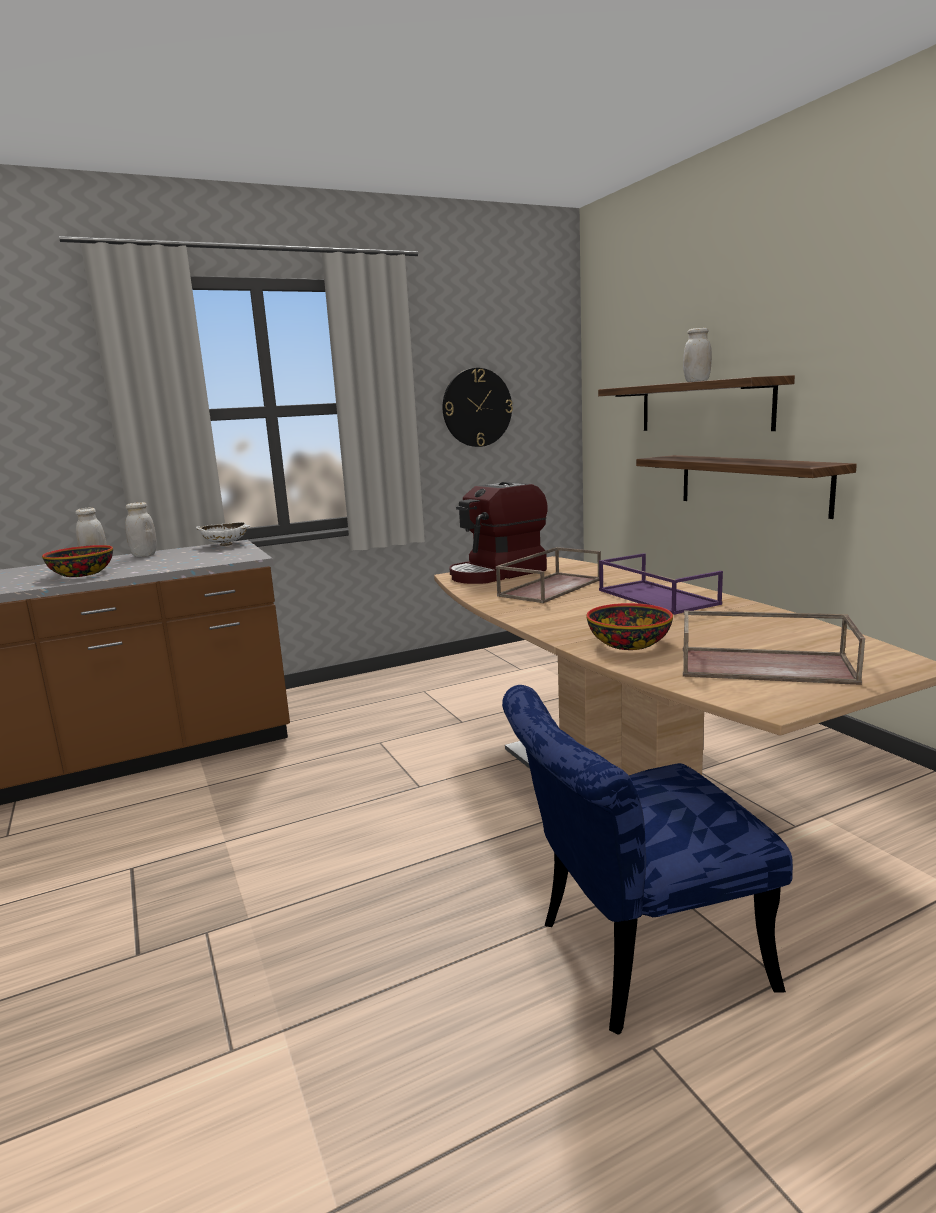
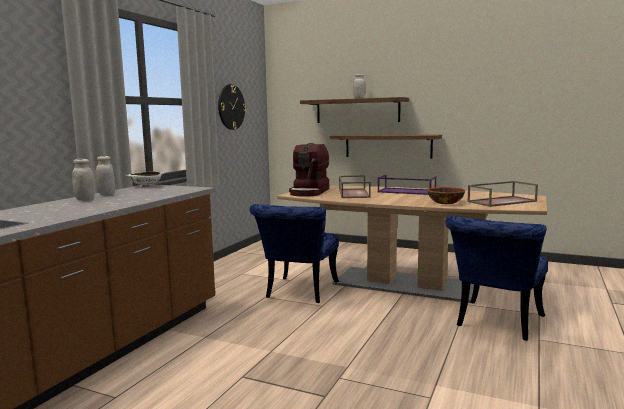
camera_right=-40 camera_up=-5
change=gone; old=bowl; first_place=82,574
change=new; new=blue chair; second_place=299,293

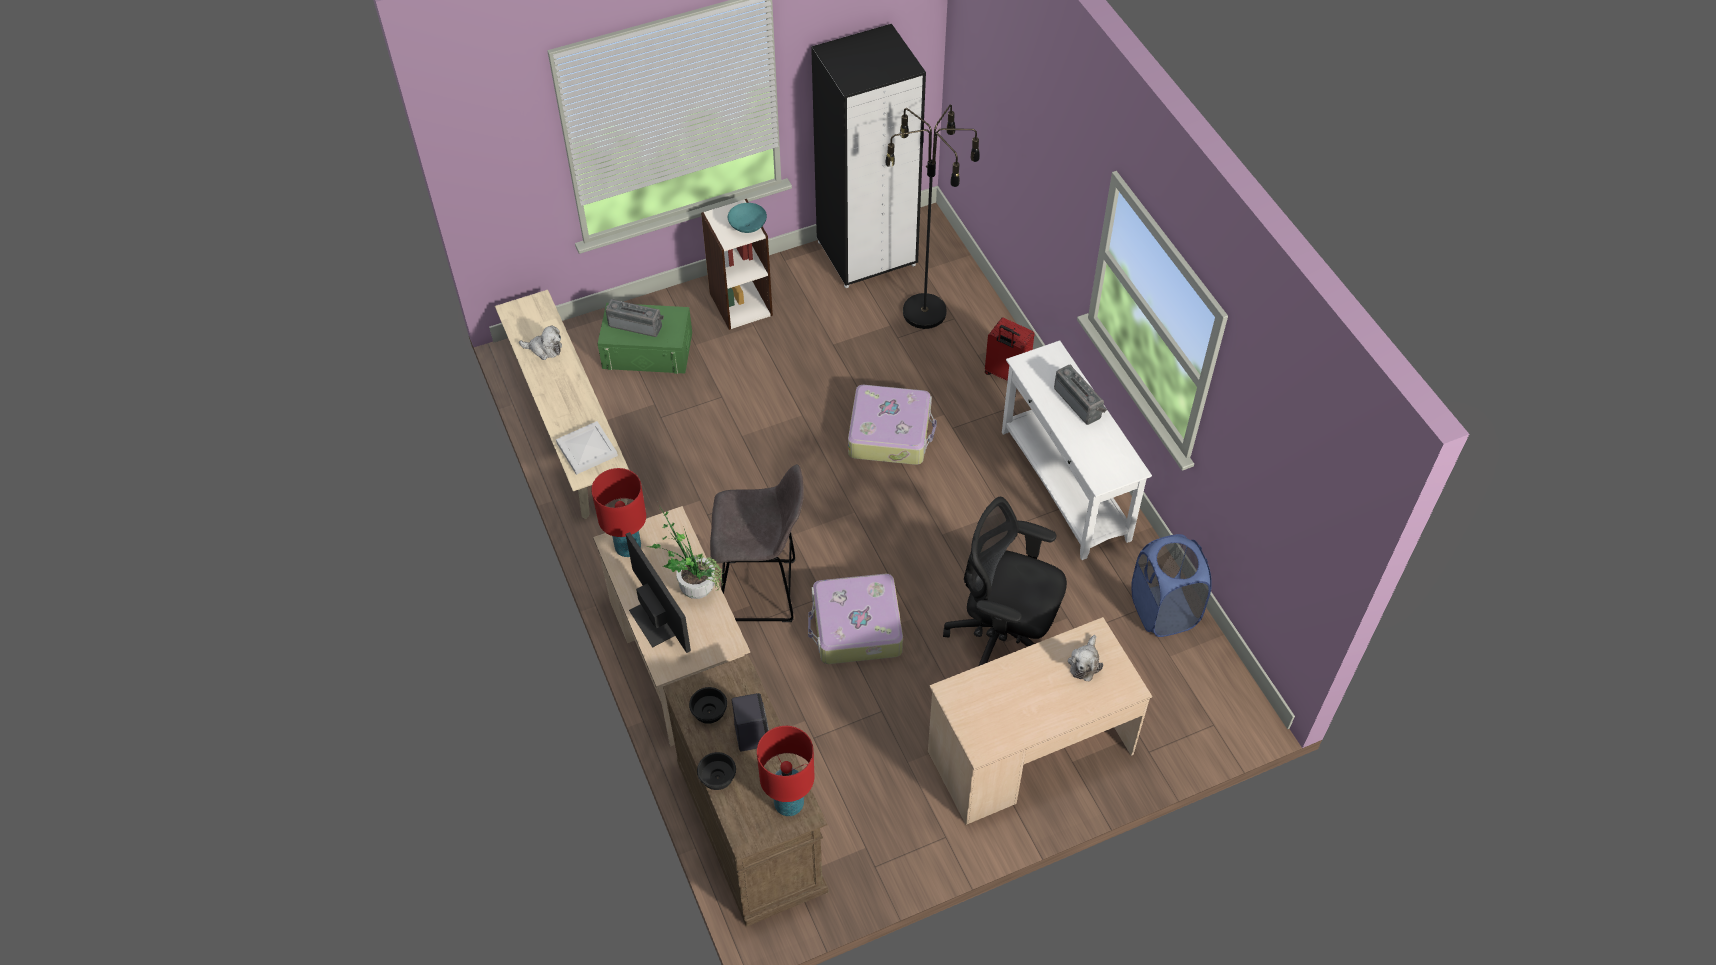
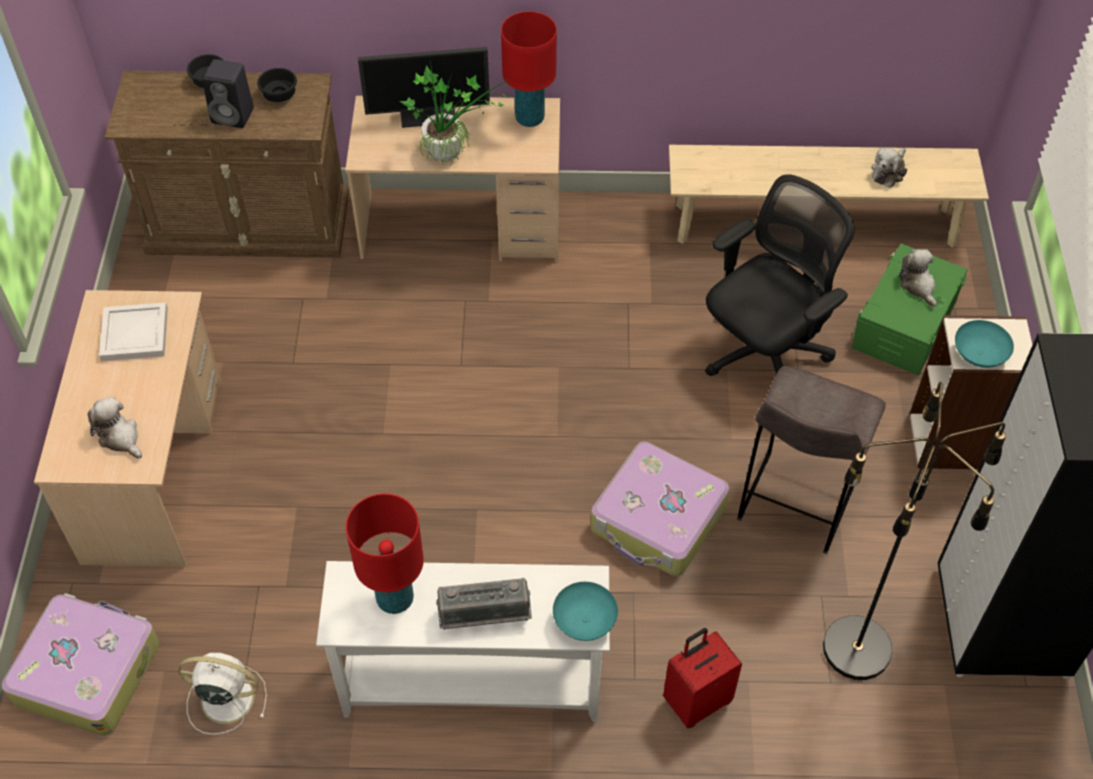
camera_right=115 camera_up=0
change=shifted; old=white tray; first_place=586,449; second_place=136,333
change=swapped; old=radio; new=plush toy; first_place=636,324; second_place=918,285
change=shifted; old=grey stool; first_place=762,591; second_place=794,506
change=shifted; old=red table lamp; first_place=789,803; second_place=395,599
change=shifted; old=suitcase; first_place=856,627; second_place=87,671
change=shifted; old=black office chair; first_place=1006,634; second_place=762,358
change=swapped; old=blue laundry basket; new=white fan; first_place=1163,611; second_place=225,698
change=new; new=turquoise bowl; second_place=584,620

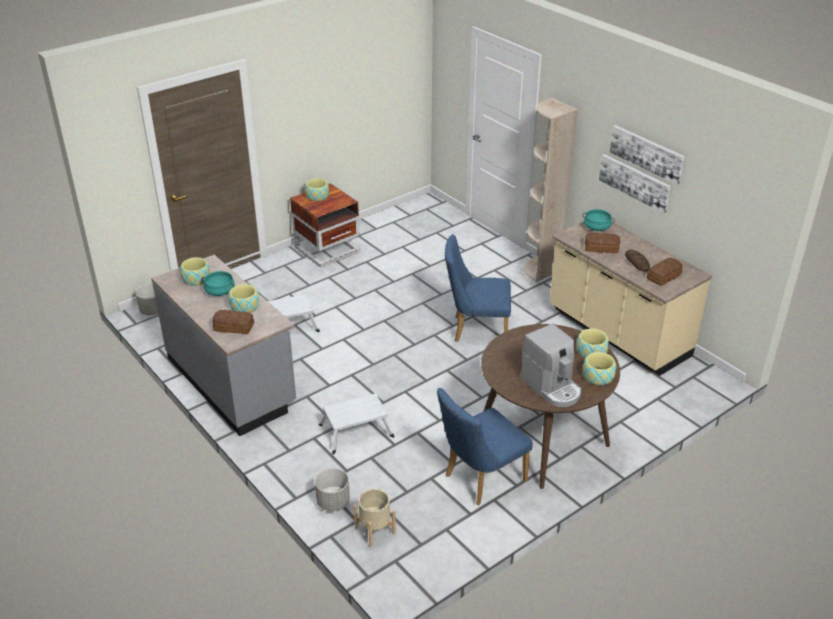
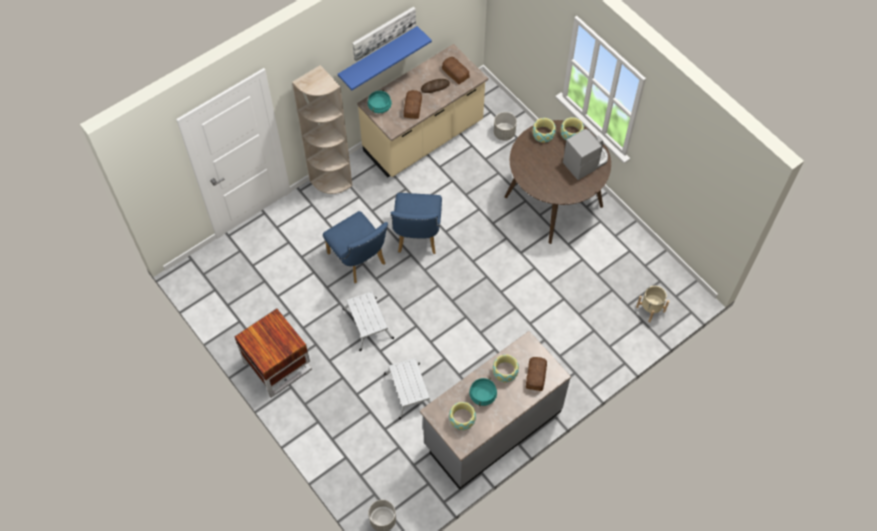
camera_right=-90 camera_up=25
change=gone; old=bowl; first_place=317,196
change=shifted; old=grey planter; first_place=333,502; second_place=504,133
change=shifted; old=white step ladder; first_place=355,431; second_place=368,324
change=shifted; old=blue chair; first_place=480,479; second_place=359,261
change=swapped; old=picture; new=blue shelf; first_place=634,182; second_place=378,57

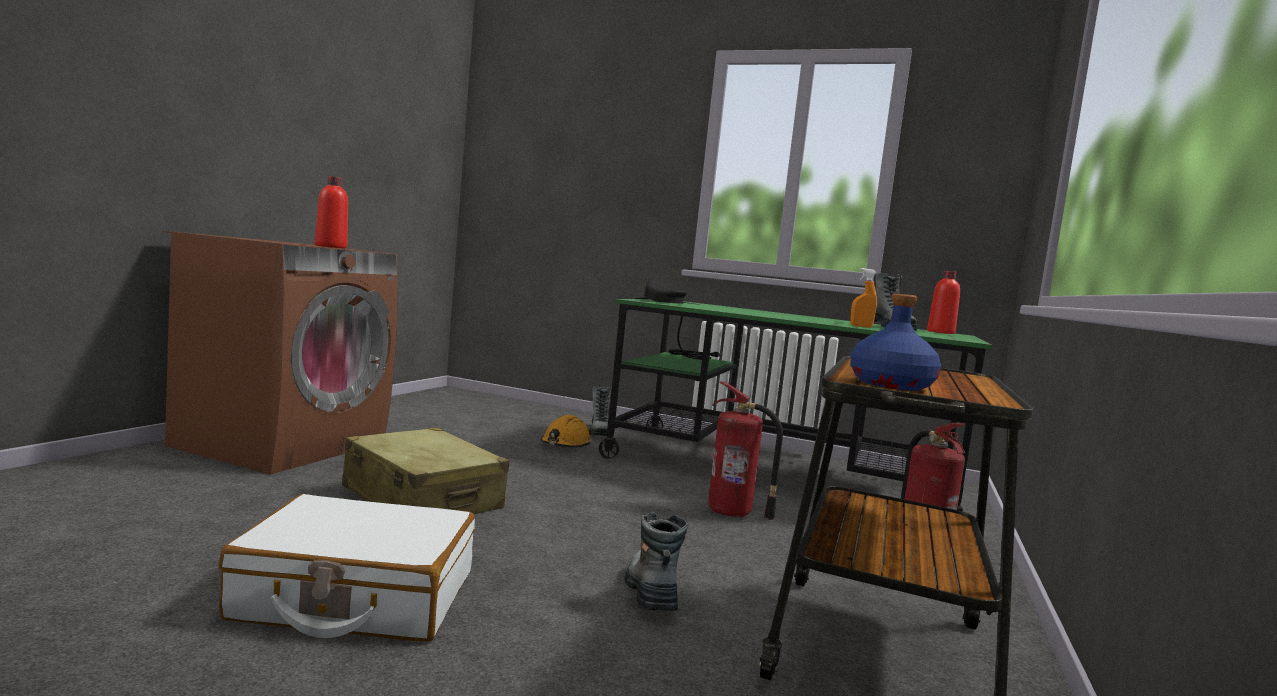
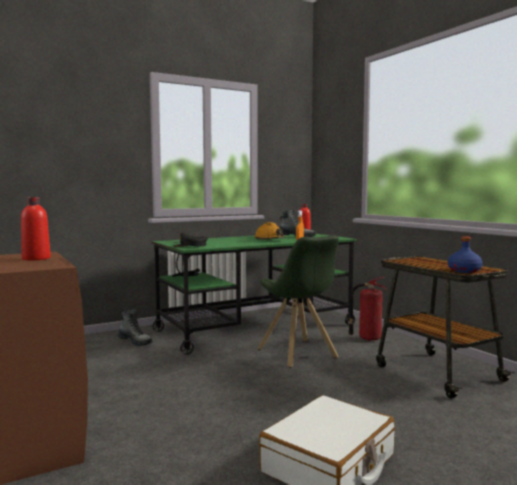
camera_right=-50 camera_up=0
change=gone; old=beige suitcase; first_place=423,499
change=shifted; old=orange hard hat; first_place=565,445; second_place=270,240
change=gone; old=boot; first_place=650,592
change=swapped; old=fire extinguisher; new=green chair; first_place=732,513; second_place=298,353

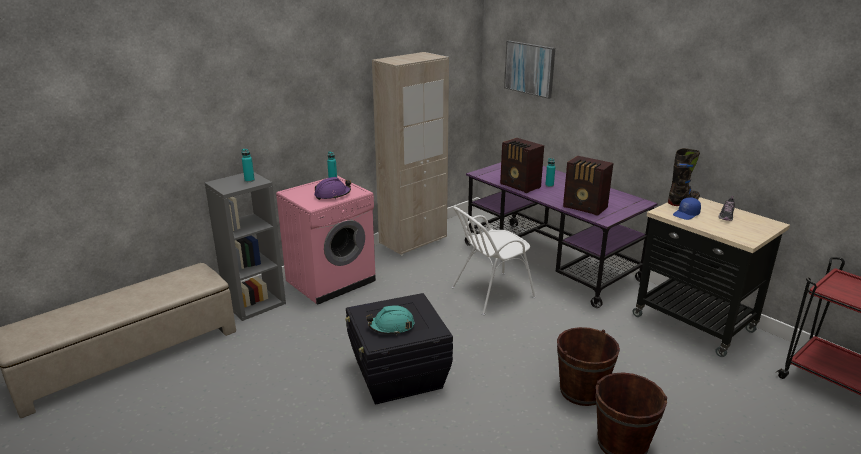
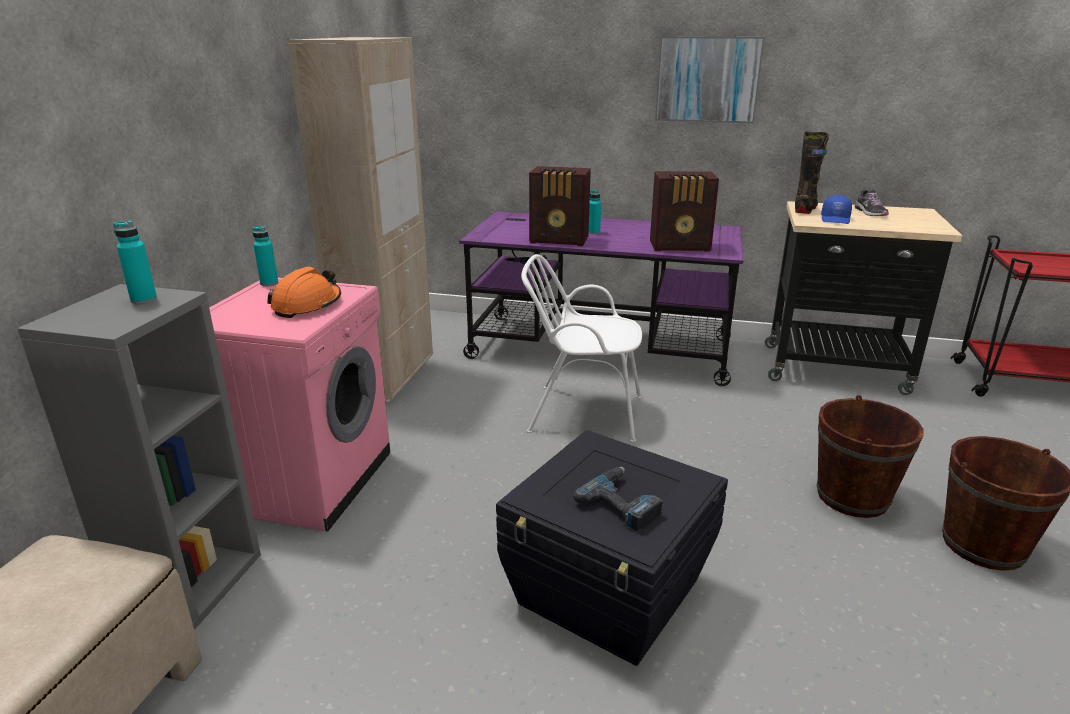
camera_right=-35 camera_up=0
change=repainted; old=purple hard hat; new=orange hard hat; first_place=332,195; second_place=307,305
change=swapped; old=turquoise hard hat; new=power drill; first_place=391,326; second_place=623,503
change=rotated; old=white chair; first_place=490,293; second_place=580,412; degrees=75
change=shifted; old=picture; first_place=529,68; second_place=707,79

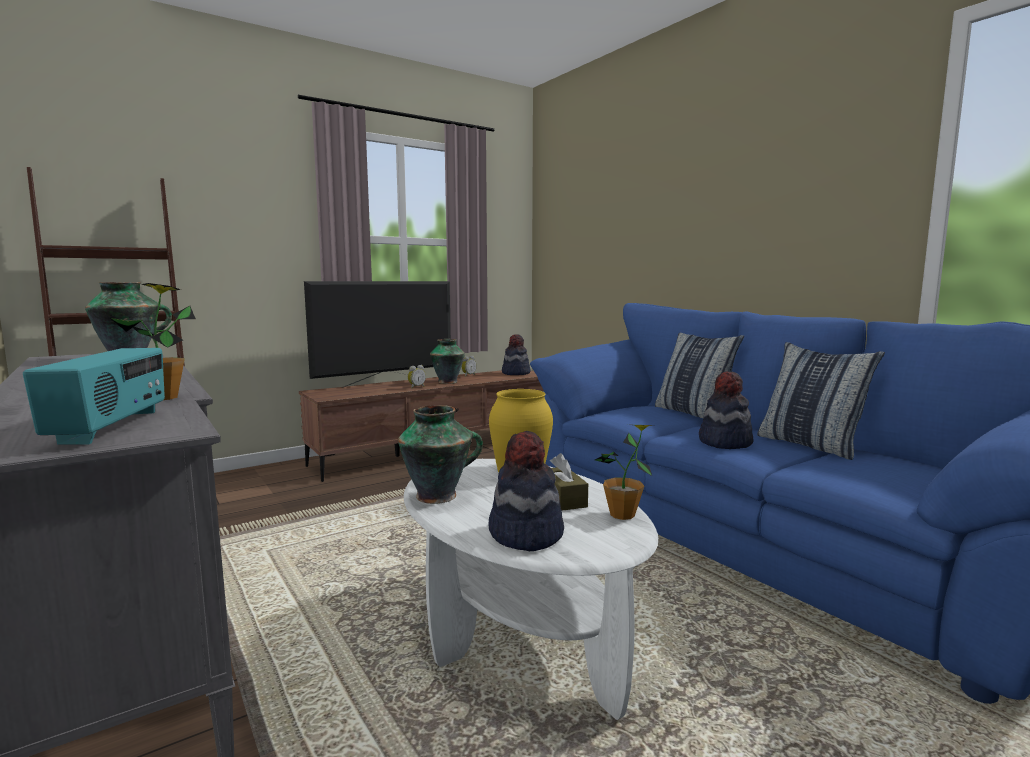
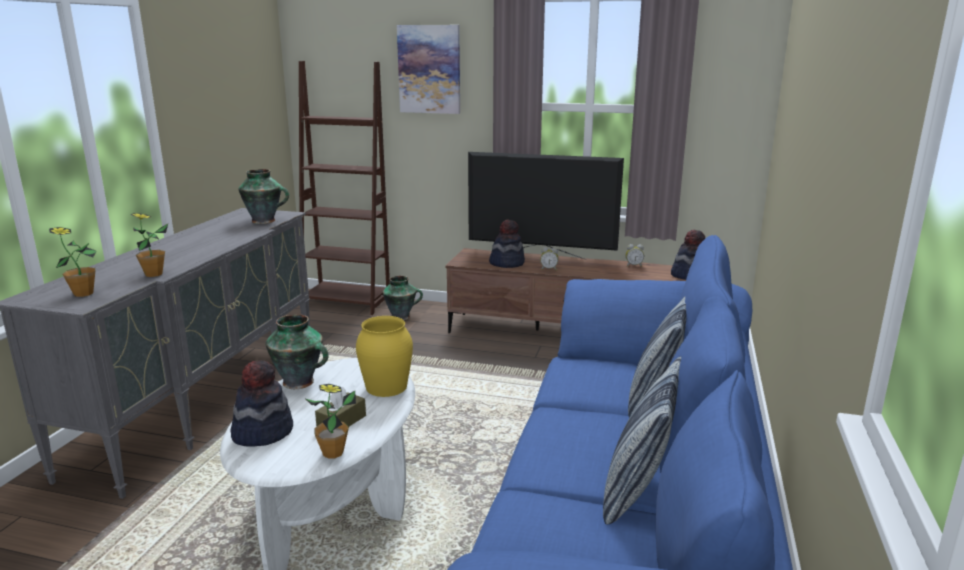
camera_right=50 camera_up=10
change=swapped; old=radio; new=potted plant; first_place=112,427; second_place=83,294
change=shifted; old=vase; first_place=448,382; second_place=401,317
change=shifted; old=hat; first_place=724,442; second_place=507,263
change=new; new=picture; second_place=429,69

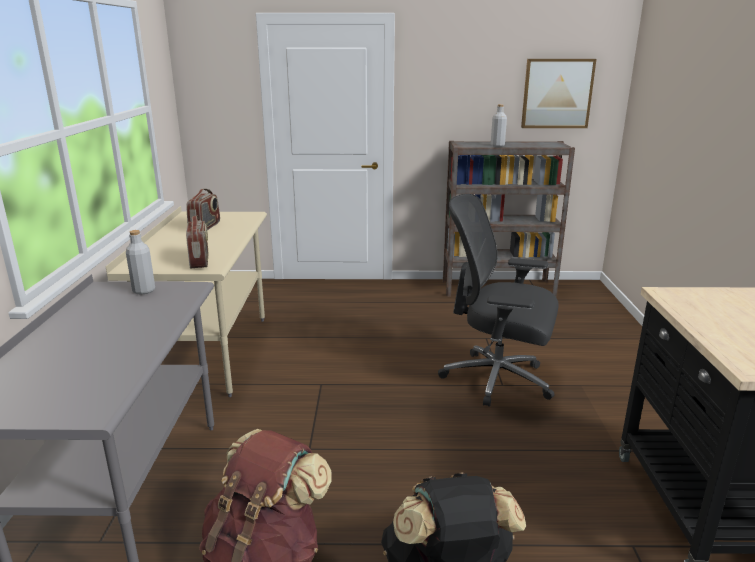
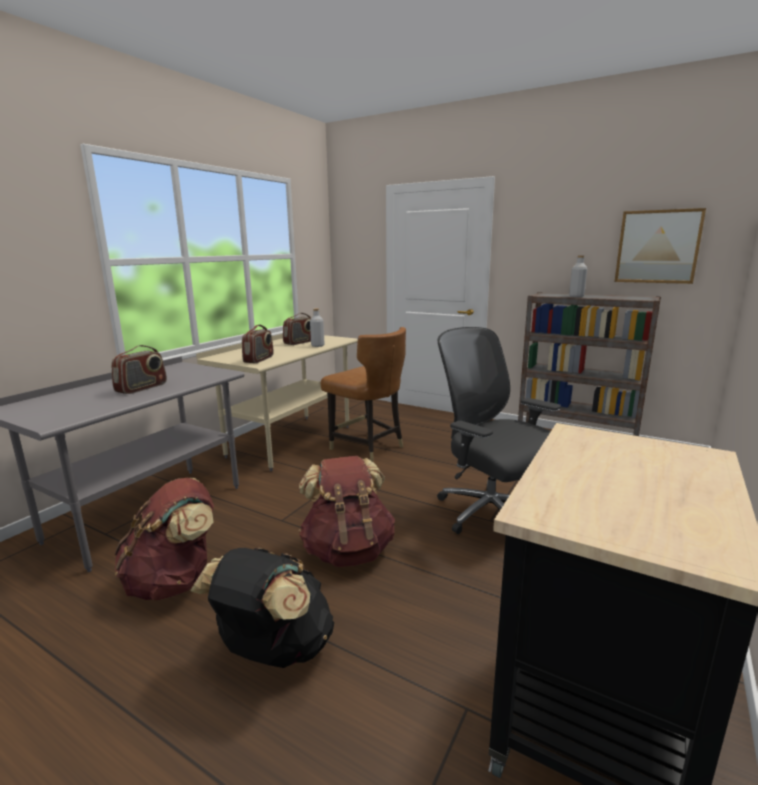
camera_right=30 camera_up=-5
change=shifted; old=grey bottle; first_place=144,290; second_place=317,345
change=new; new=radio; second_place=142,388
change=new; new=brown backpack; second_place=348,550
change=new; new=brown chair; second_place=367,447

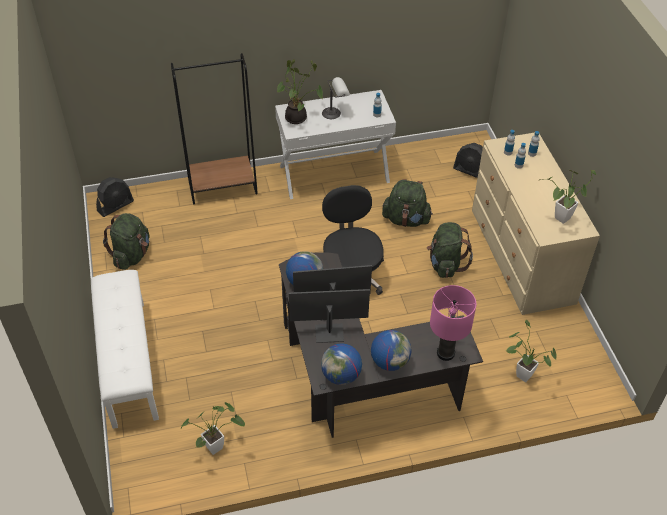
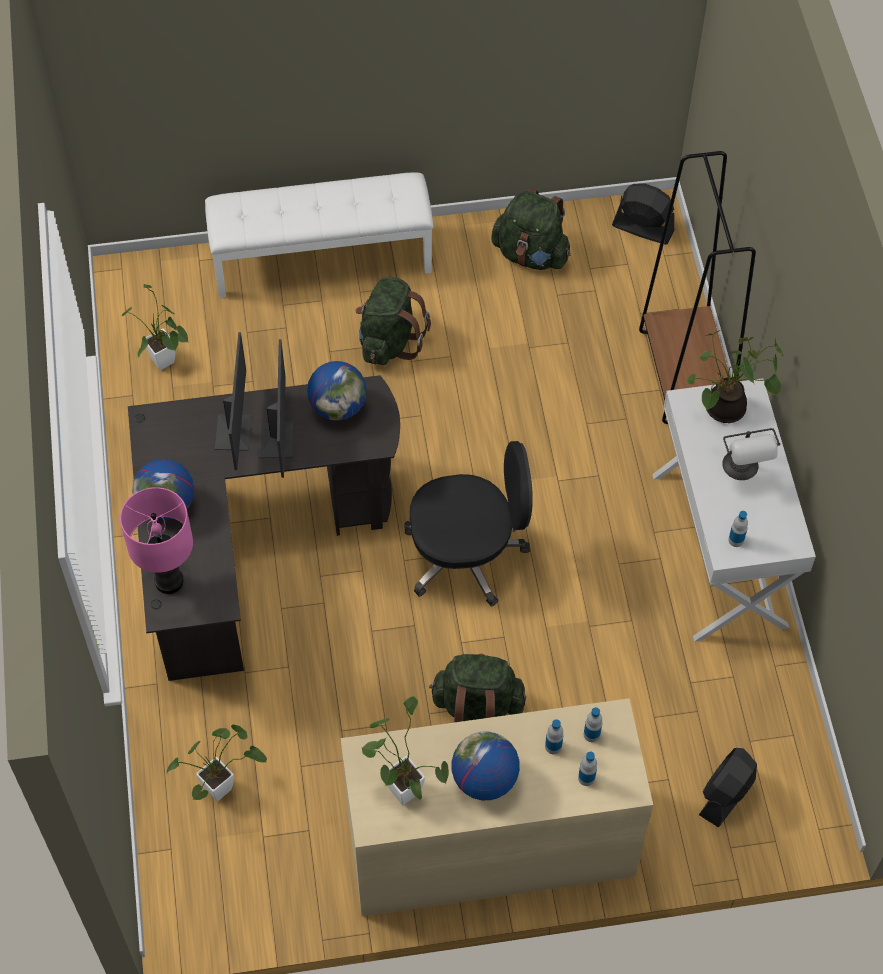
camera_right=95 camera_up=10
change=rotated; old=black fan; first_place=115,206; second_place=642,228; degrees=150
change=shifted; old=globe; first_place=341,375; second_place=484,779
change=shifted; old=green backpack; first_place=406,219; second_place=389,341

